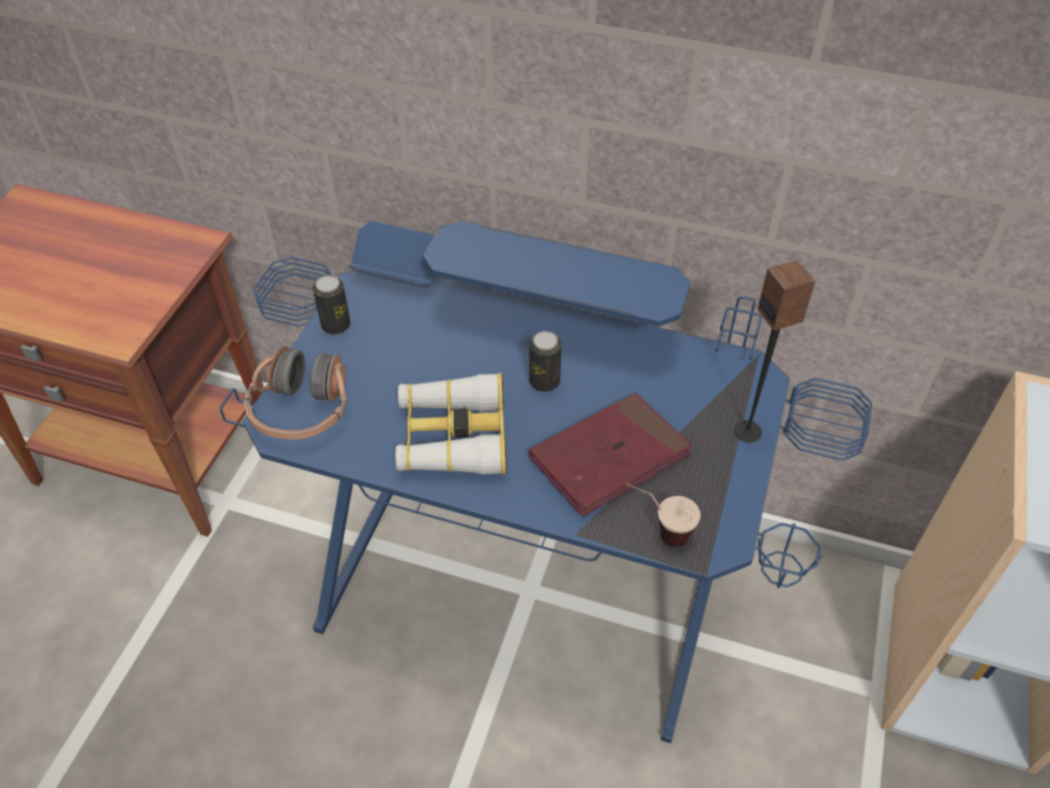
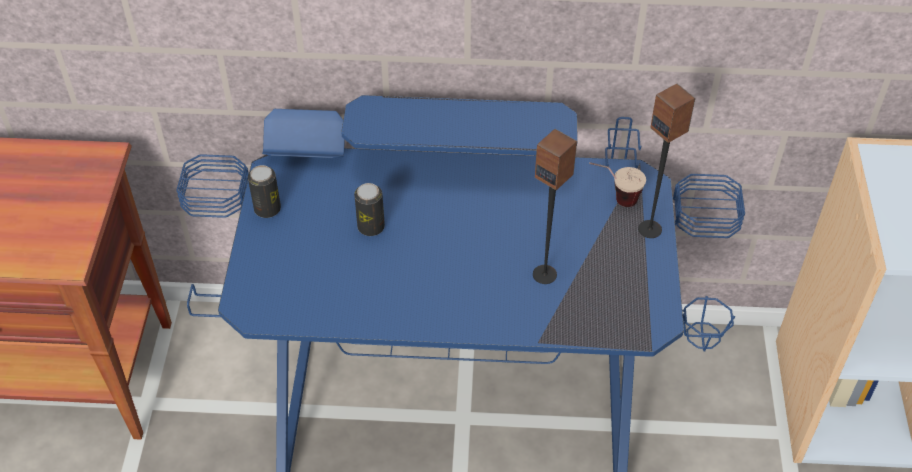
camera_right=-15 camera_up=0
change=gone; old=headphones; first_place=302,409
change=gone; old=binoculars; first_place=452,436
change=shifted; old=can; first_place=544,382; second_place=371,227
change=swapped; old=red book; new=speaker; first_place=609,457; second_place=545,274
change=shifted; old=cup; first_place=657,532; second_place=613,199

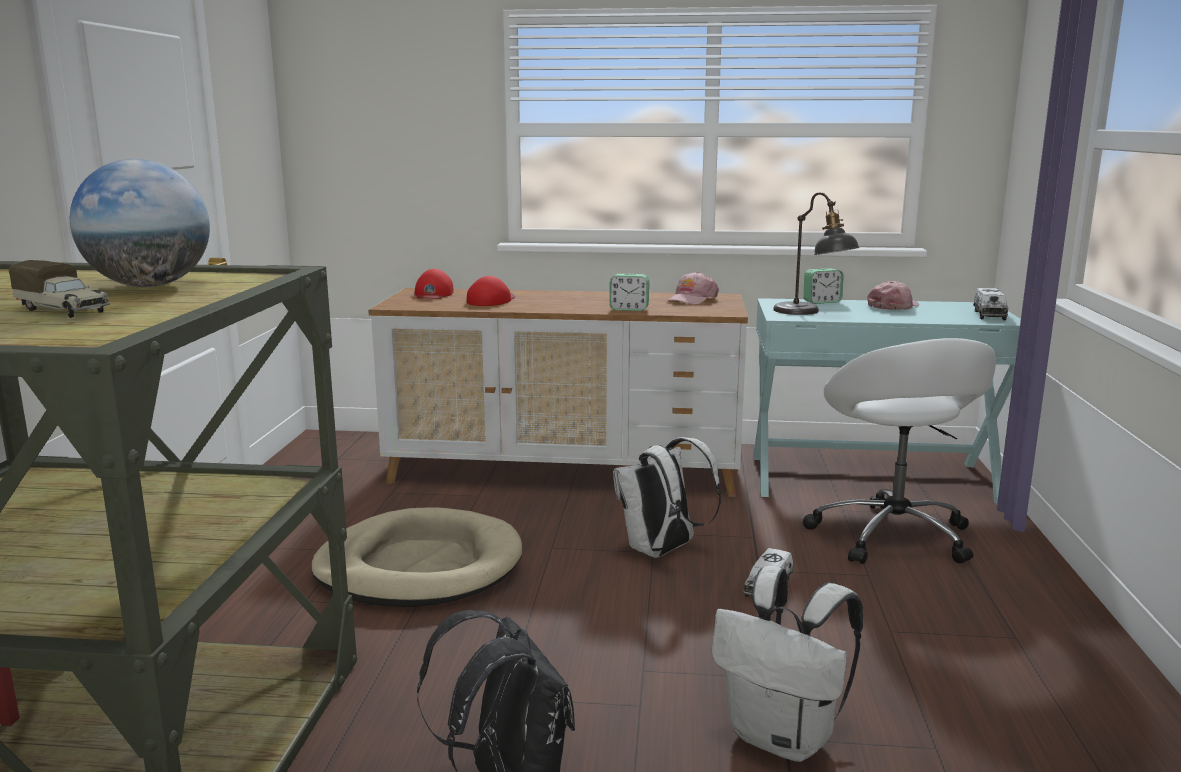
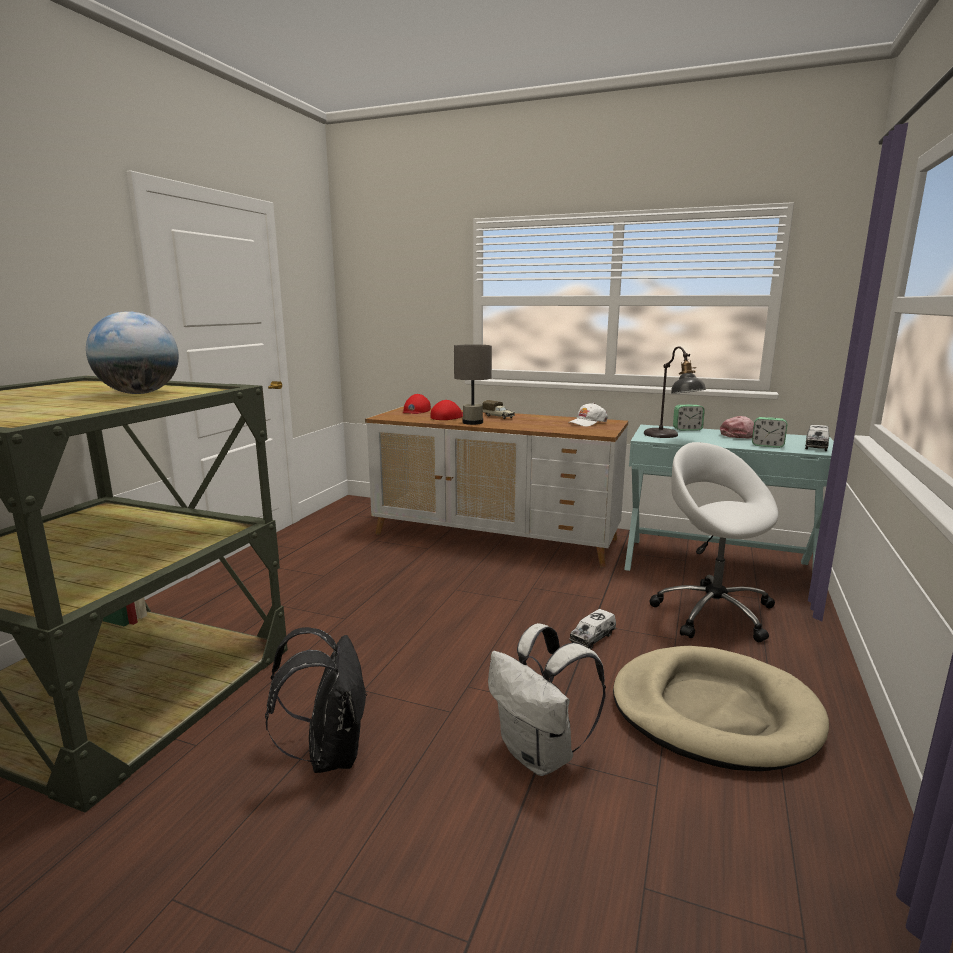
camera_right=15 camera_up=0
change=shifted; old=toy truck; first_place=65,311; second_place=499,417
change=shifted; old=beige dog bed; first_place=419,566; second_place=713,712
change=shifted; old=alarm clock; first_place=629,309; second_place=767,445
change=gone; old=white backpack; first_place=661,551
change=repainted; old=pink cap; new=white cap; first_place=691,299; second_place=587,422
change=rotated; old=white office chair; first_place=893,537; second_place=711,612; degrees=135
change=new; new=grey table lamp; second_place=472,422

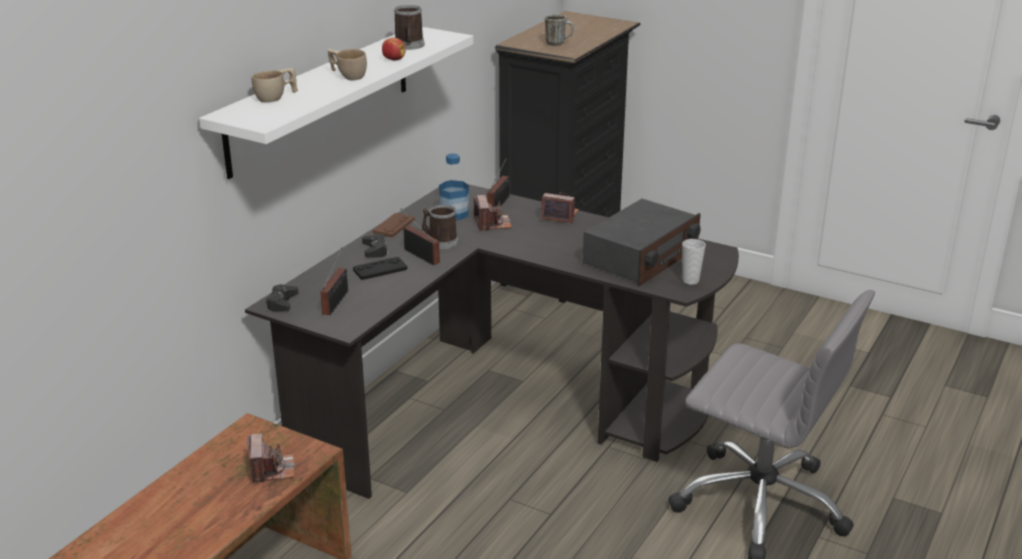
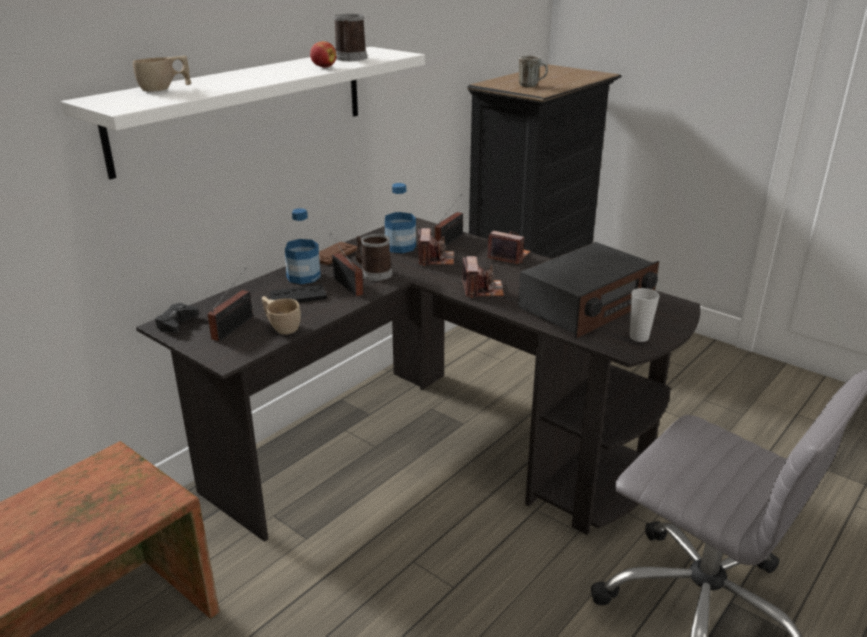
camera_right=10 camera_up=0
change=shifted; old=photo camera; first_place=271,470; second_place=482,290
change=shifted; old=beige cup; first_place=347,76; second_place=281,326
change=swapped; old=black game controller; new=bottle; first_place=375,250; second_place=303,276

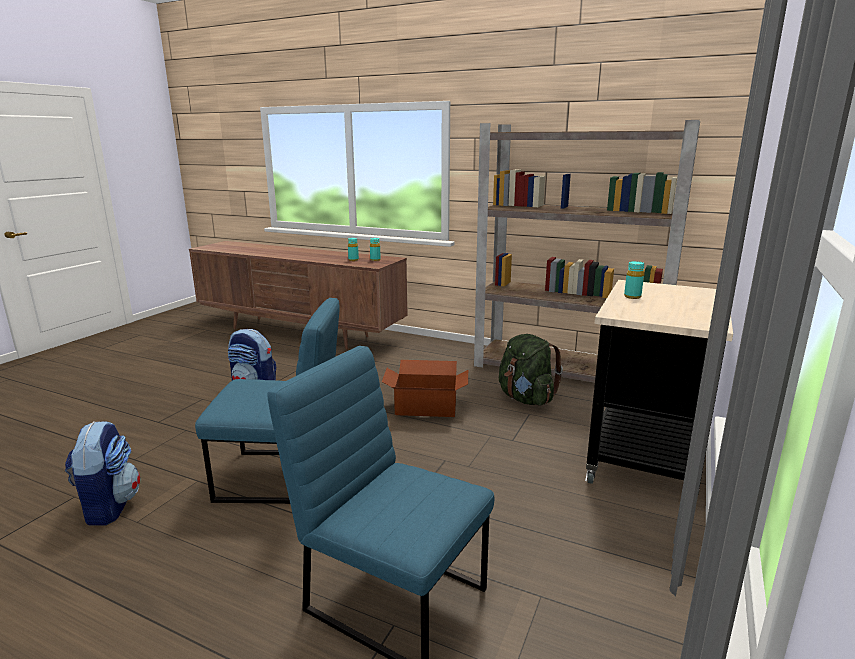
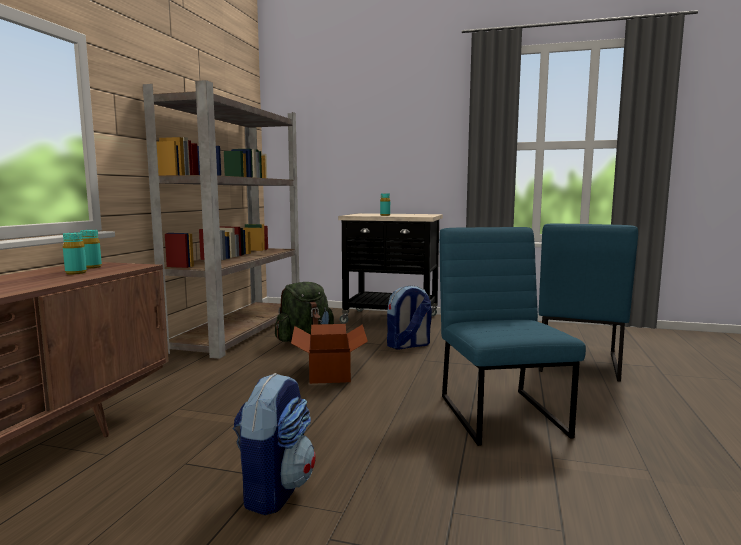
camera_right=-100 camera_up=-10
change=shifted; old=backpack; first_place=109,506; second_place=408,345

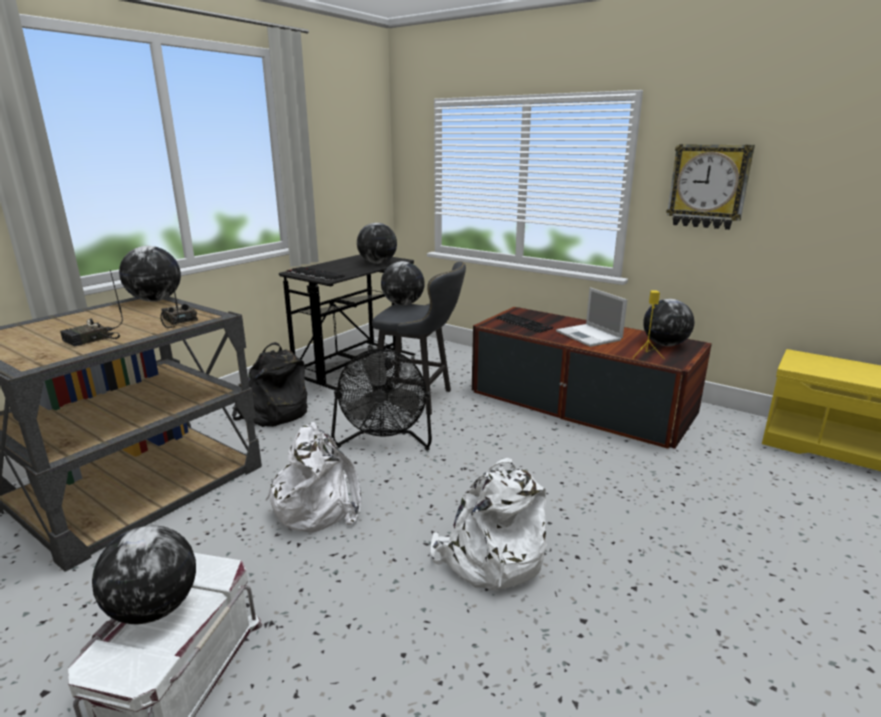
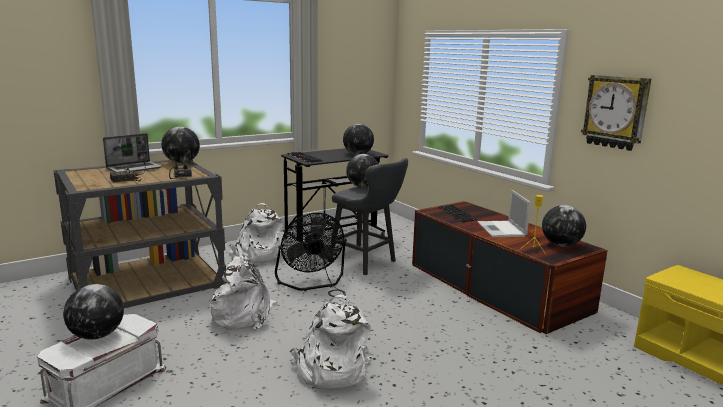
camera_right=20 camera_up=-5
change=repainted; old=black backpack; new=white backpack; first_place=273,414; second_place=257,255
change=rotated; old=black fan; first_place=381,439; second_place=317,284; degrees=135
change=new; new=laptop; second_place=135,168

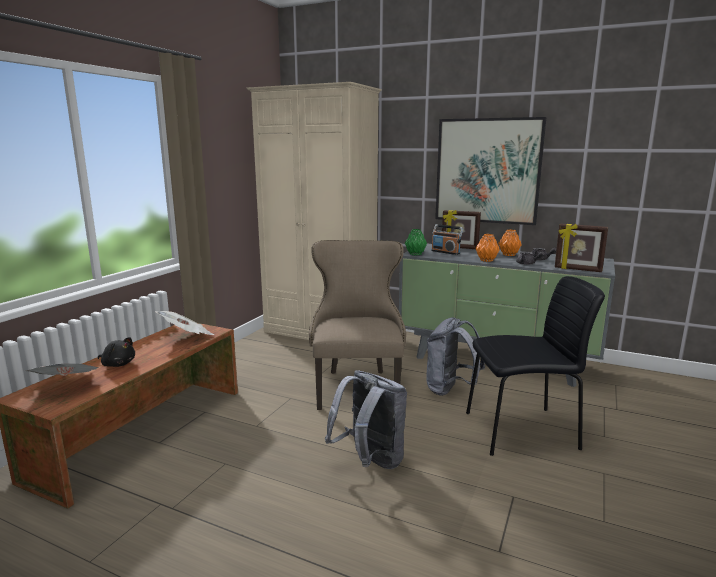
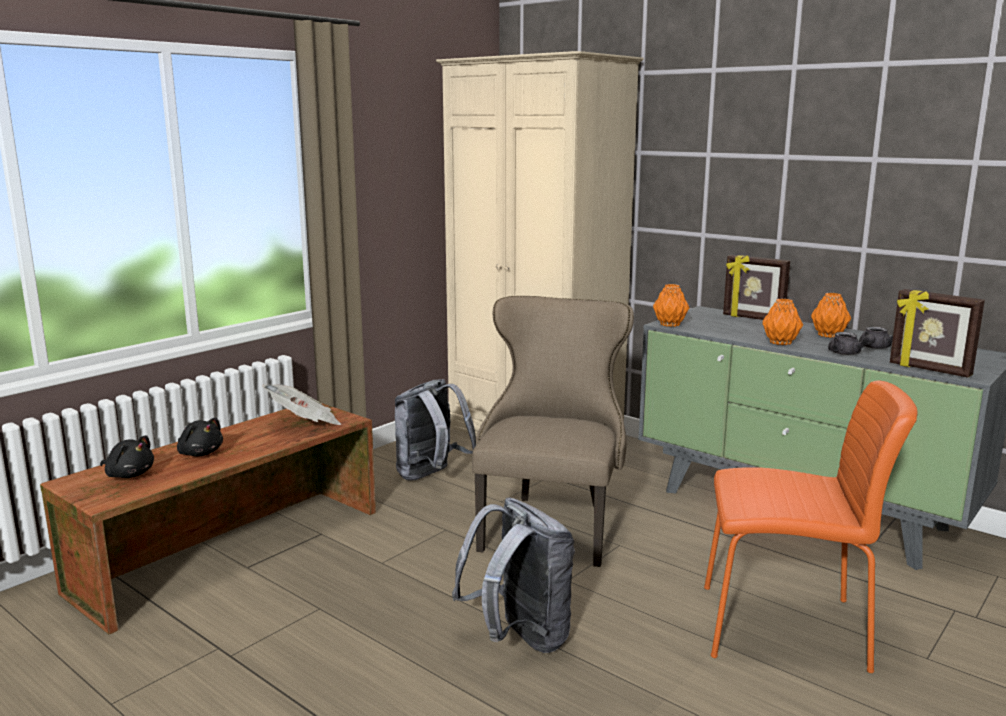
camera_right=15 camera_up=0
change=swapped; old=newspaper; new=black plush toy; first_place=68,385; second_place=129,474
change=repainted; old=green vase; new=orange vase; first_place=415,254; second_place=670,324
change=shifted; old=grey backpack; first_place=450,390; second_place=431,476
change=gone; old=radio; first_place=445,252
change=gone; old=picture; first_place=488,171
change=repainted; old=black chair; new=orange chair; first_place=524,430; second_place=789,628

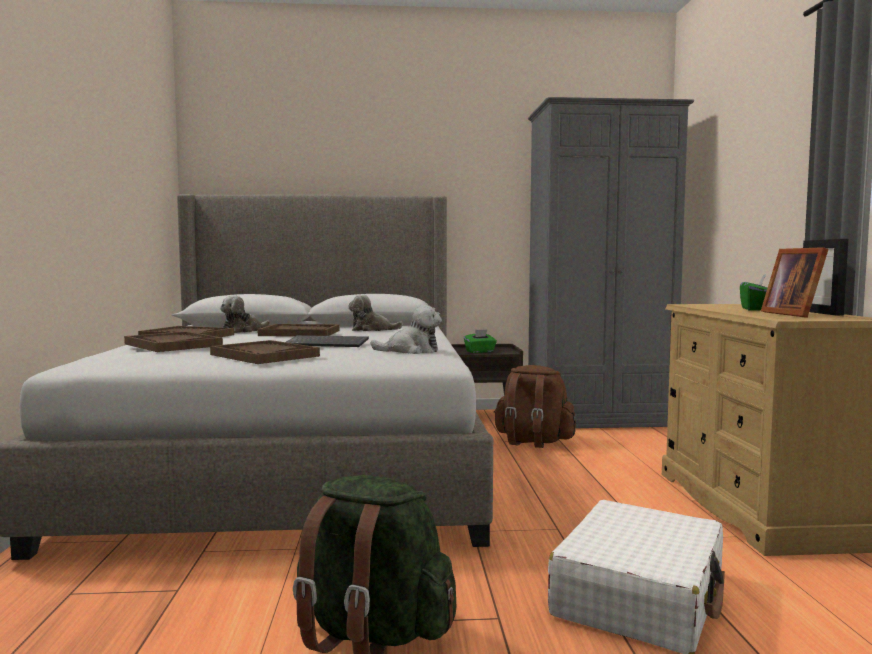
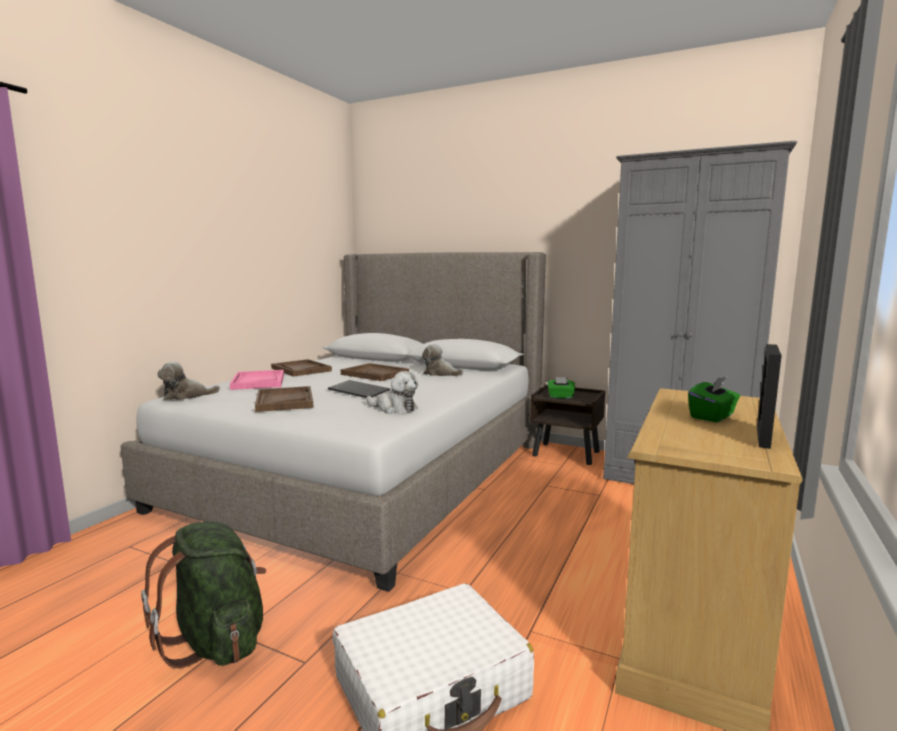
camera_right=30 camera_up=5
change=repainted; old=brown tray; new=pink tray; first_place=172,345; second_place=258,382
change=shifted; old=plush toy; first_place=243,331; second_place=186,396
change=gone; old=brown backpack; first_place=533,442
change=gone; old=picture frame; first_place=794,314

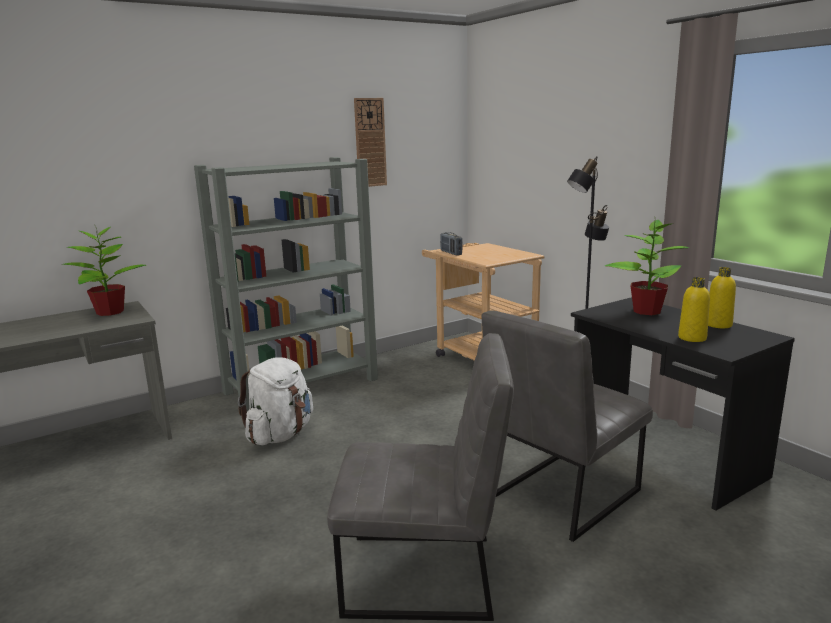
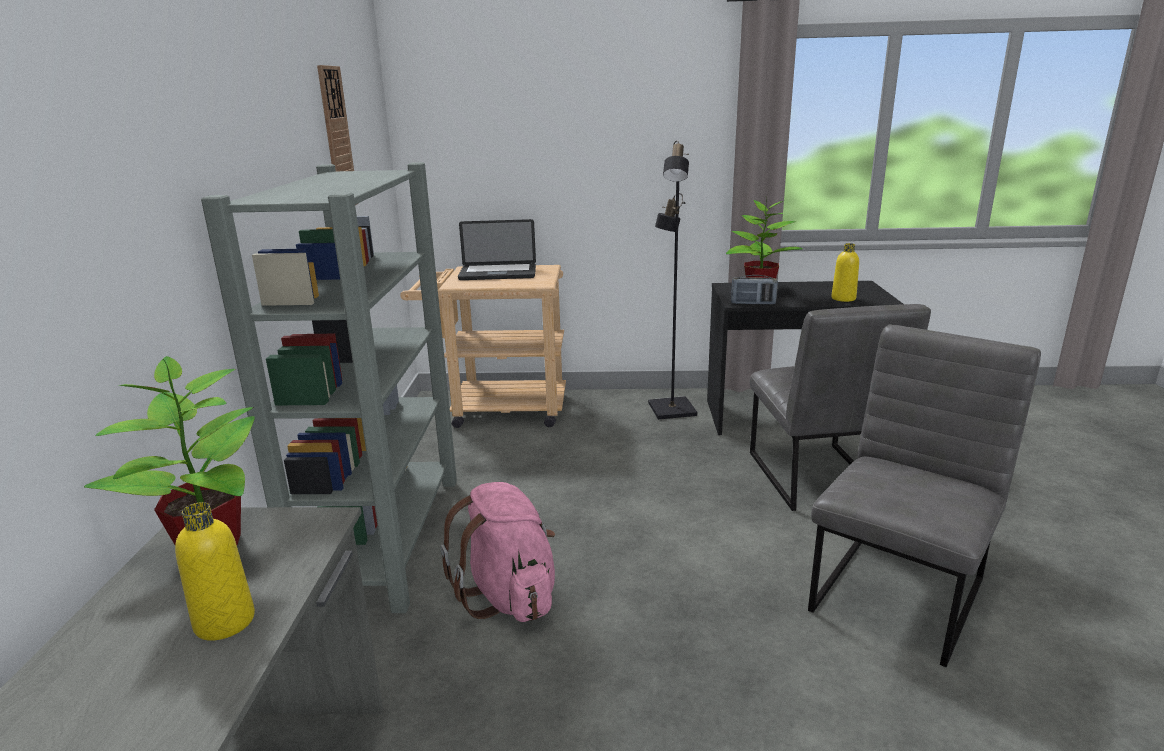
camera_right=-55 camera_up=5
change=repainted; old=white backpack; new=pink backpack; first_place=280,434; second_place=509,596
change=shifted; old=radio; first_place=451,253; second_place=753,303
change=shifted; old=yellow bottle; first_place=718,325; second_place=225,622
change=new; new=laptop; second_place=498,274

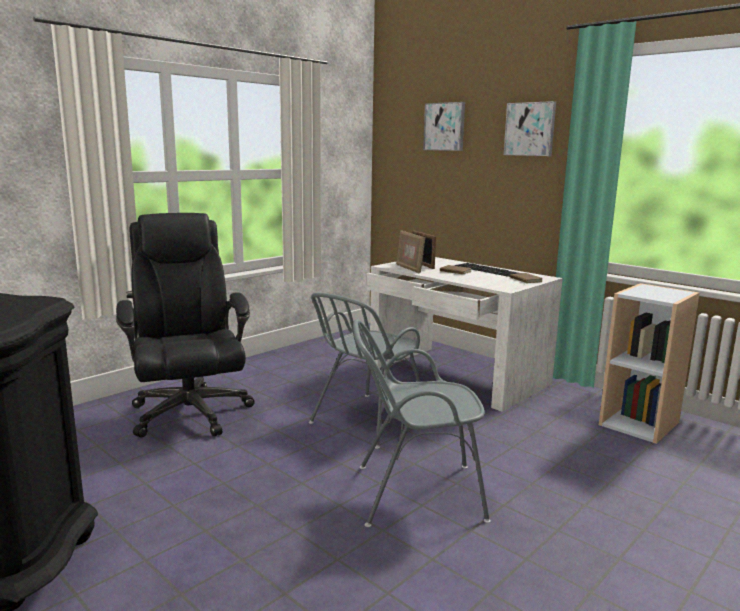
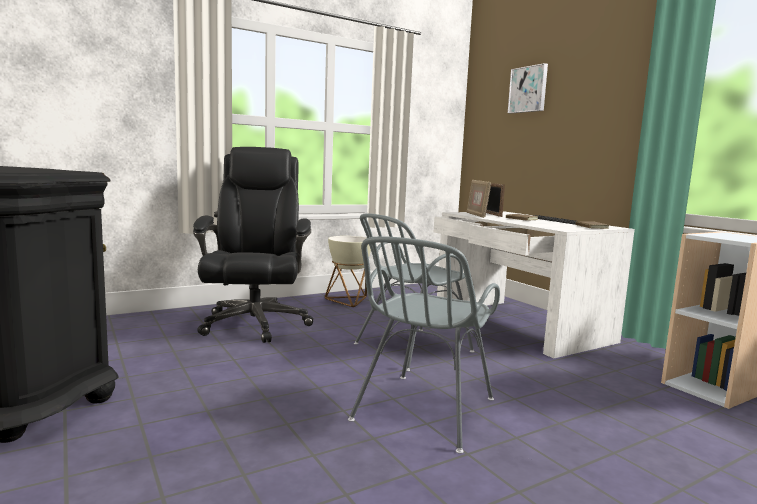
camera_right=15 camera_up=-5
change=rotated; old=grey chair; first_place=413,493; second_place=423,412; degrees=-75
change=gone; old=picture; first_place=530,129
change=new; new=planter; second_place=348,301

